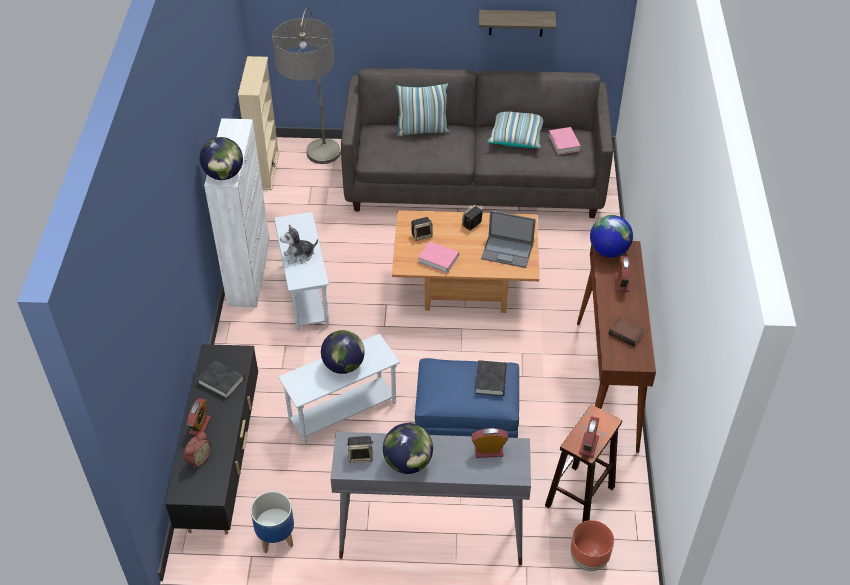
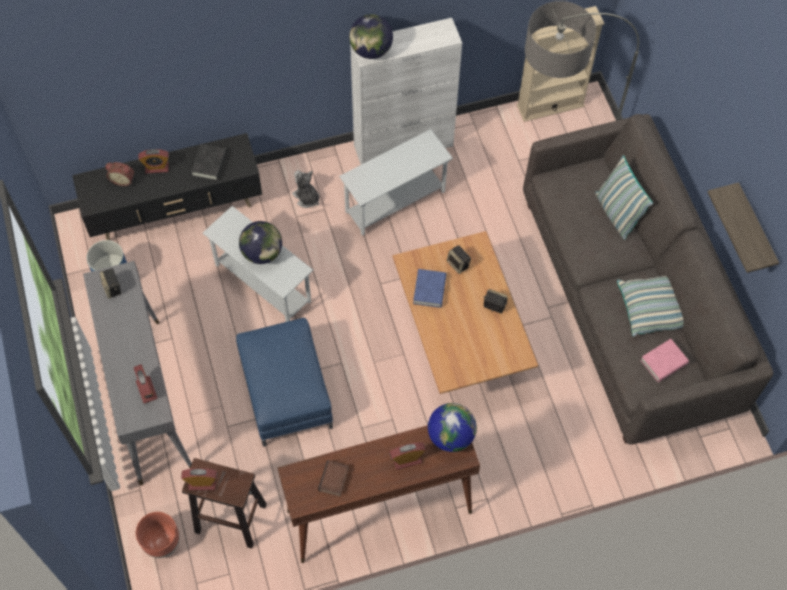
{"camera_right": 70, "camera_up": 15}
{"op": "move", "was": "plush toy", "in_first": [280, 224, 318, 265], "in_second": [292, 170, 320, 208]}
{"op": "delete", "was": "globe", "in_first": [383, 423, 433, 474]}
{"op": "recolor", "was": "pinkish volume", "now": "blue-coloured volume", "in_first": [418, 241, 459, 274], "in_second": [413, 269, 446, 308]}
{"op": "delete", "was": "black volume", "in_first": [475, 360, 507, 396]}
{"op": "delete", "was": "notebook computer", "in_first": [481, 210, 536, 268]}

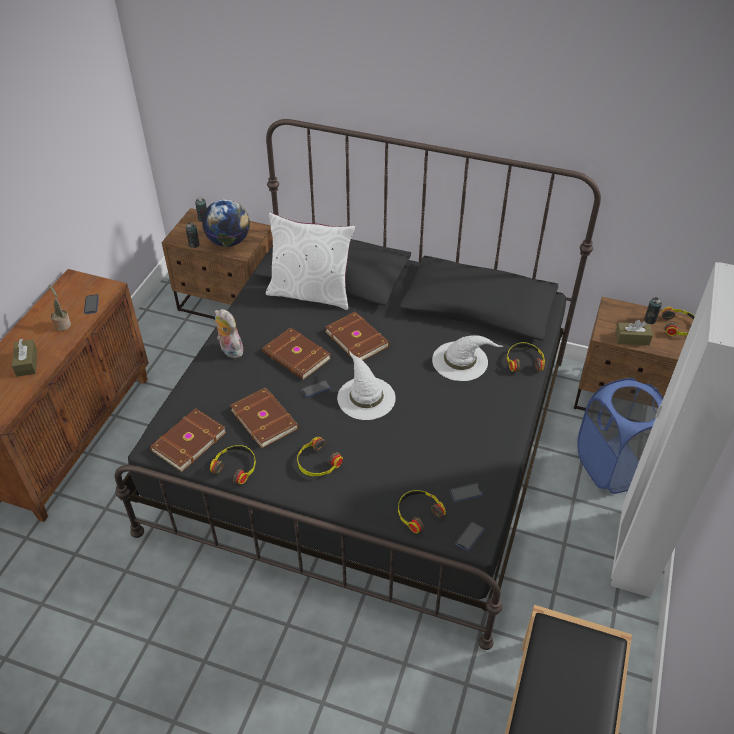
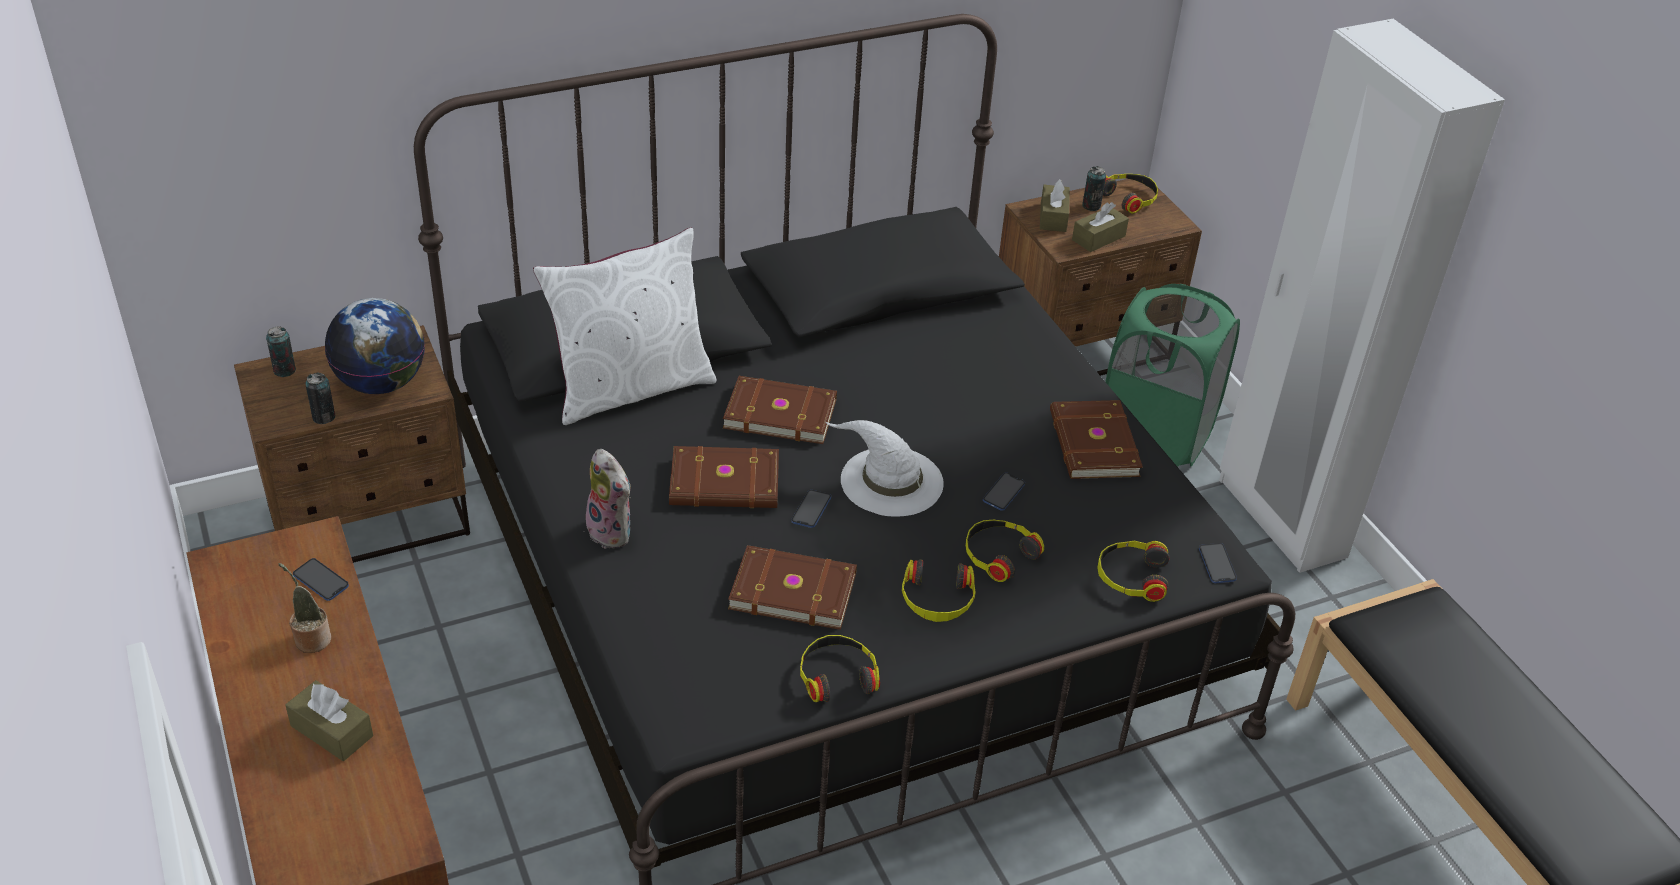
{"camera_right": -45, "camera_up": -5}
{"op": "move", "was": "brown-coloured volume", "in_first": [150, 408, 227, 472], "in_second": [1050, 400, 1143, 479]}
{"op": "rotate", "was": "plush toy", "in_first": [215, 309, 245, 358], "in_second": [584, 449, 631, 549], "clockwise": -135}
{"op": "delete", "was": "white clothing hat", "in_first": [432, 335, 503, 381]}
{"op": "move", "was": "handset", "in_first": [450, 483, 483, 502], "in_second": [983, 472, 1025, 511]}
{"op": "move", "was": "headphones", "in_first": [507, 342, 545, 372], "in_second": [965, 520, 1044, 582]}
{"op": "recolor", "was": "blue-coloured hamper", "now": "greenish hamper", "in_first": [577, 378, 663, 494], "in_second": [1105, 284, 1240, 467]}
{"op": "insert", "now": "brown-coloured tissue holder", "in_second": [1040, 179, 1070, 232]}

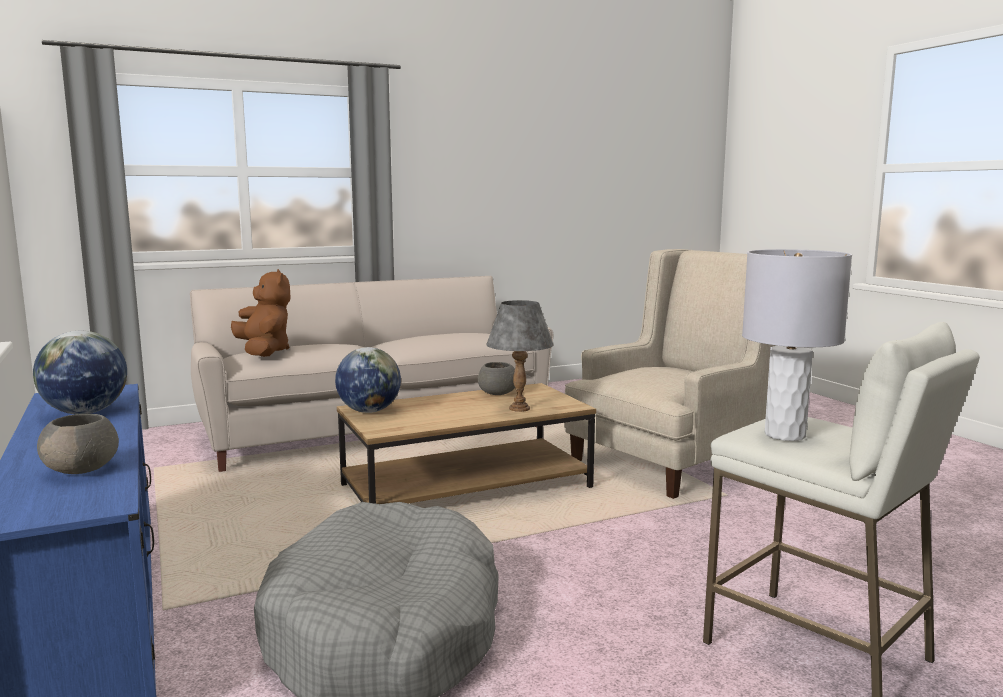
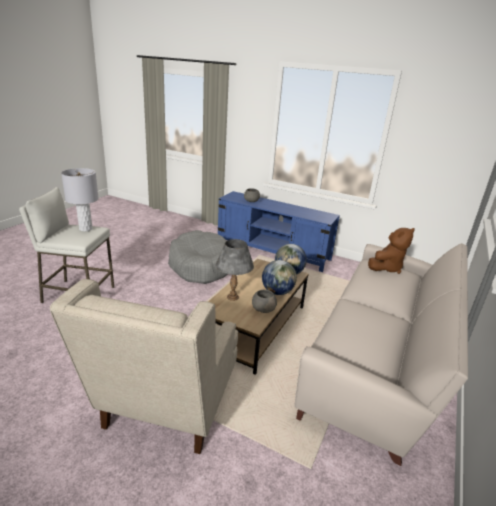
{"camera_right": 140, "camera_up": 15}
{"op": "move", "was": "globe", "in_first": [33, 331, 127, 414], "in_second": [262, 260, 297, 295]}
{"op": "rotate", "was": "brown-coloured plush toy", "in_first": [231, 269, 291, 357], "in_second": [368, 228, 415, 274], "clockwise": -60}

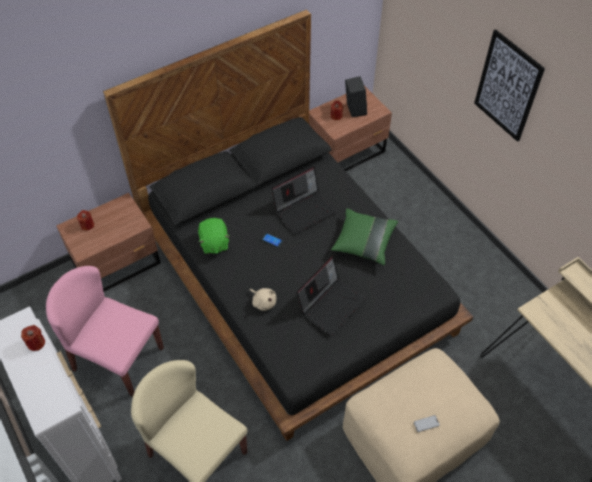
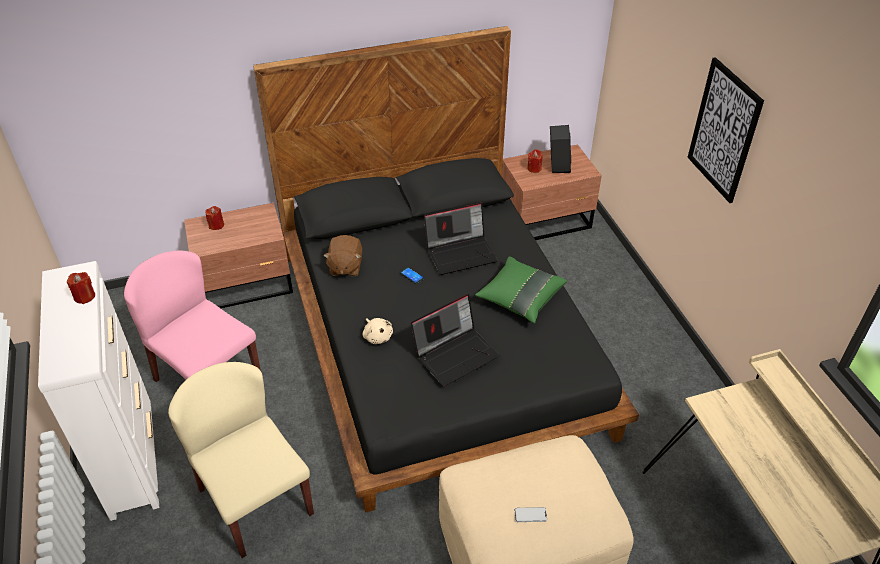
{"camera_right": 15, "camera_up": -10}
{"op": "recolor", "was": "greenish plush toy", "now": "brown-coloured plush toy", "in_first": [198, 218, 230, 254], "in_second": [323, 235, 362, 276]}

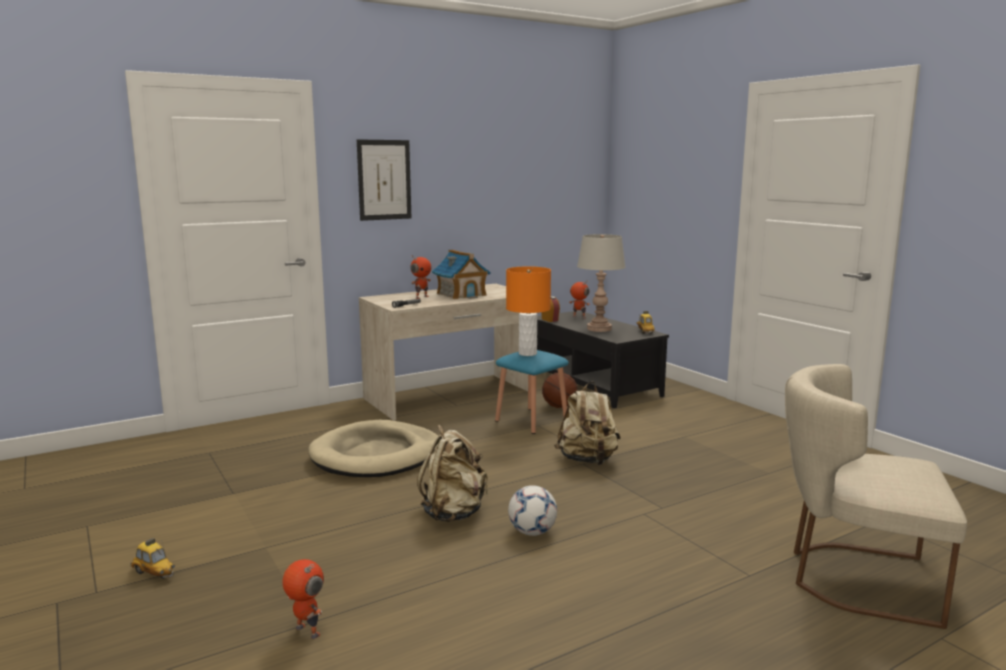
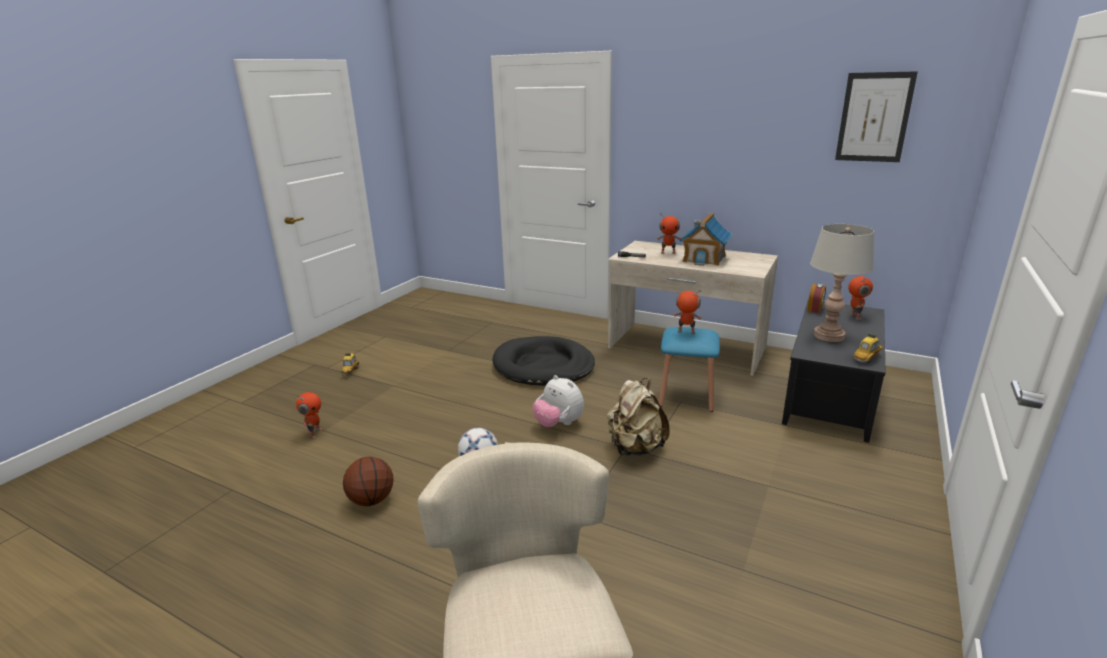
{"camera_right": 60, "camera_up": 10}
{"op": "recolor", "was": "sand-coloured dog cushion", "now": "black dog cushion", "in_first": [308, 420, 439, 477], "in_second": [492, 336, 595, 386]}
{"op": "move", "was": "picture", "in_first": [357, 139, 411, 221], "in_second": [835, 71, 918, 162]}
{"op": "delete", "was": "sand-coloured knapsack", "in_first": [417, 424, 488, 522]}
{"op": "replace", "was": "orangey tabletop lamp", "now": "model robot", "in_first": [506, 266, 551, 356], "in_second": [673, 290, 702, 334]}
{"op": "move", "was": "basketball", "in_first": [542, 373, 577, 408], "in_second": [343, 457, 393, 506]}
{"op": "insert", "now": "plush toy", "in_second": [532, 375, 584, 427]}

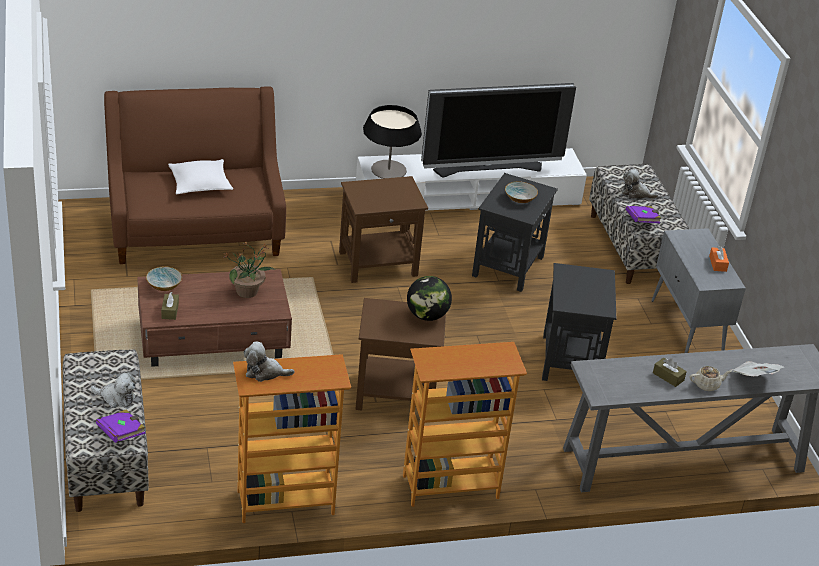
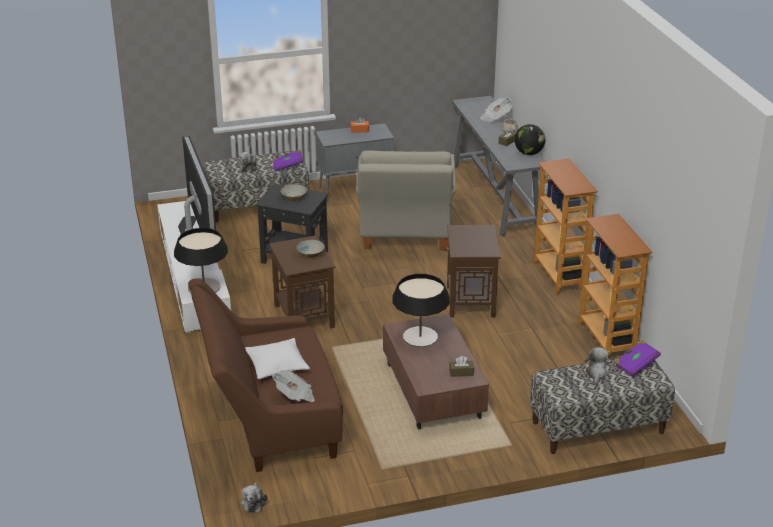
{"camera_right": -90, "camera_up": -5}
{"op": "move", "was": "bowl", "in_first": [146, 266, 182, 291], "in_second": [296, 240, 325, 258]}
{"op": "replace", "was": "houseplant", "now": "tabletop lamp", "in_first": [224, 242, 275, 298], "in_second": [392, 274, 450, 347]}
{"op": "move", "was": "plush toy", "in_first": [244, 341, 295, 382], "in_second": [241, 482, 267, 513]}
{"op": "move", "was": "globe", "in_first": [407, 276, 452, 321], "in_second": [514, 124, 545, 155]}
{"op": "replace", "was": "black side table", "now": "sand-coloured lounge chair", "in_first": [542, 263, 616, 381], "in_second": [356, 150, 456, 251]}
{"op": "insert", "now": "daily paper", "in_second": [272, 370, 315, 402]}

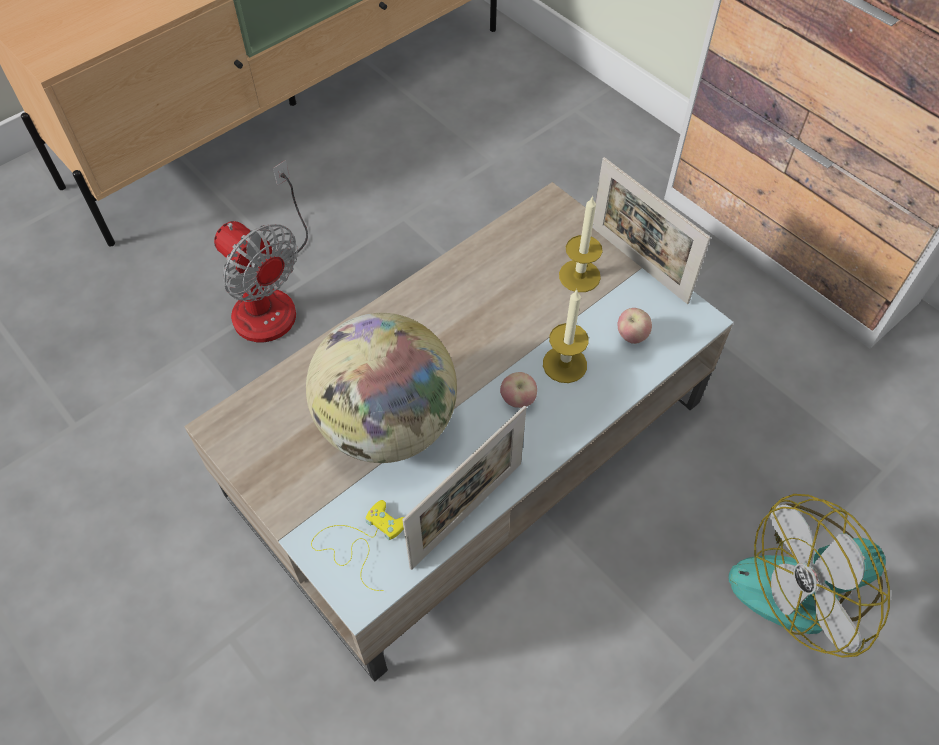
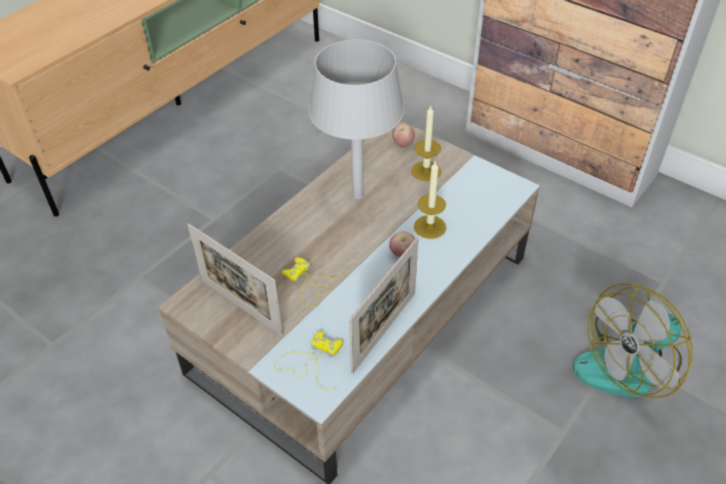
{"camera_right": -10, "camera_up": -10}
{"op": "delete", "was": "cooling fan", "in_first": [214, 160, 308, 342]}
{"op": "replace", "was": "globe", "now": "yellowish joypad", "in_first": [306, 313, 457, 463], "in_second": [282, 257, 347, 307]}
{"op": "move", "was": "picture frame", "in_first": [592, 157, 711, 304], "in_second": [188, 224, 283, 336]}
{"op": "move", "was": "whole apple", "in_first": [618, 308, 652, 344], "in_second": [392, 123, 415, 147]}
{"op": "insert", "now": "gray tabletop lamp", "in_second": [309, 40, 404, 199]}

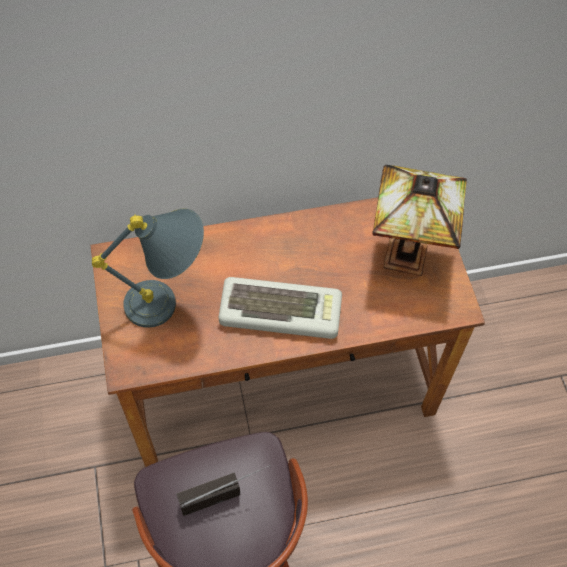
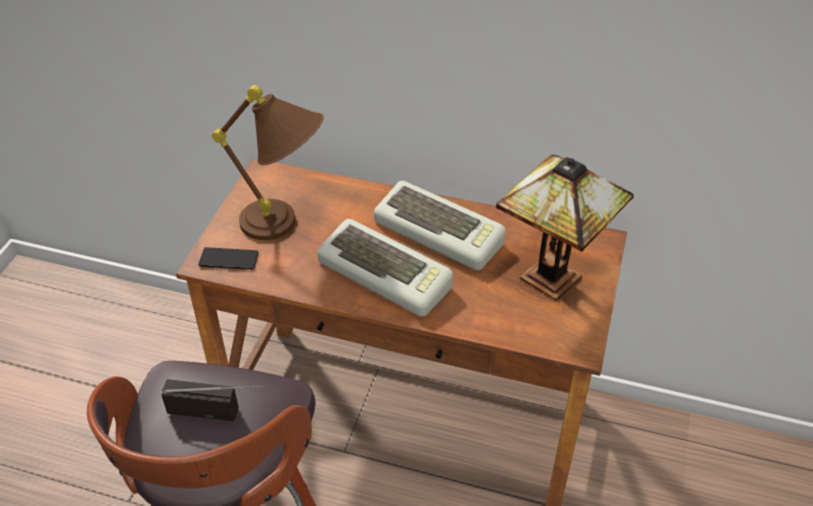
{"camera_right": 30, "camera_up": -15}
{"op": "recolor", "was": "gray tabletop lamp", "now": "brown-coloured tabletop lamp", "in_first": [92, 209, 204, 328], "in_second": [212, 85, 324, 240]}
{"op": "insert", "now": "handset", "in_second": [198, 247, 259, 270]}
{"op": "insert", "now": "keyboard", "in_second": [374, 181, 506, 270]}

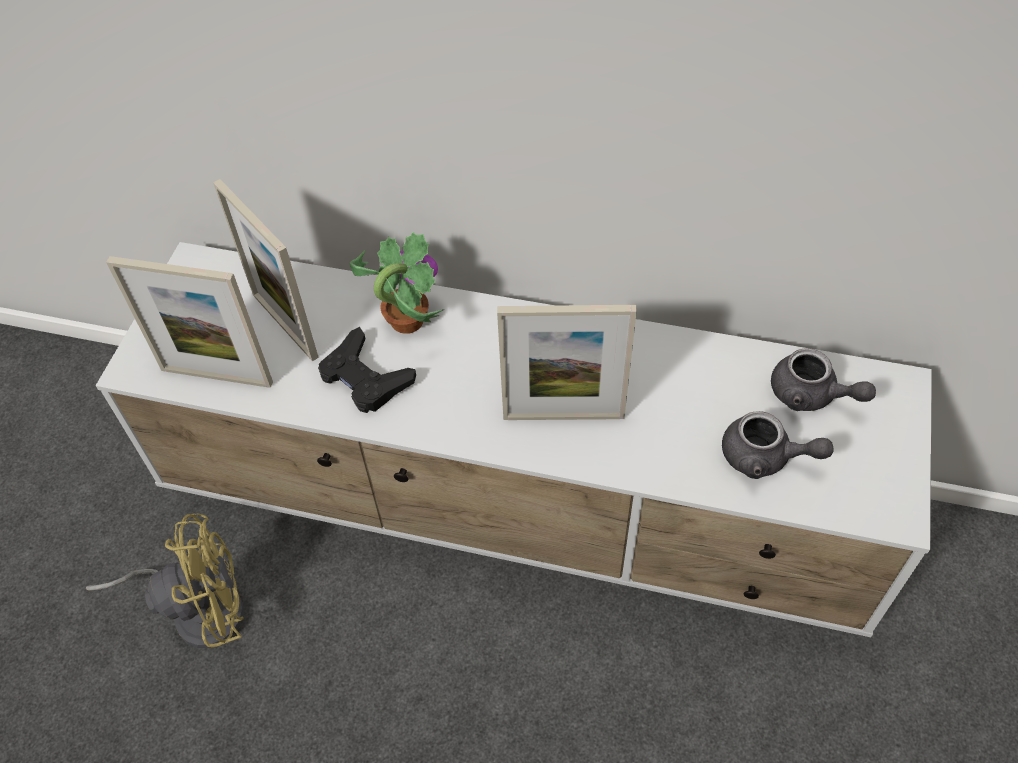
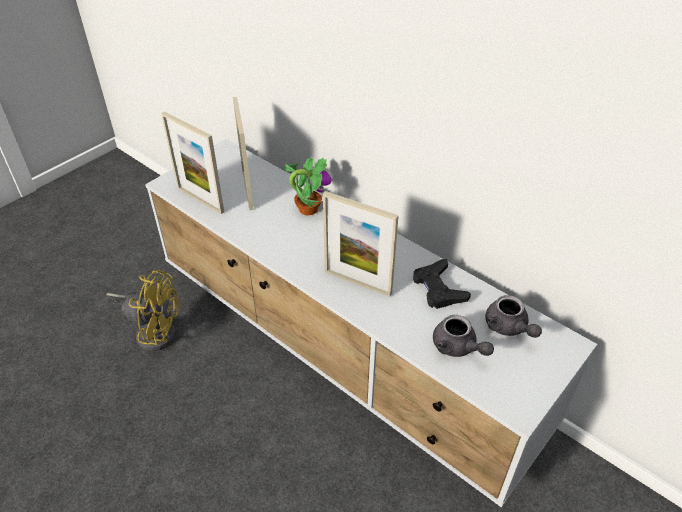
{"camera_right": 25, "camera_up": -10}
{"op": "move", "was": "black joypad", "in_first": [318, 327, 416, 413], "in_second": [413, 259, 471, 309]}

